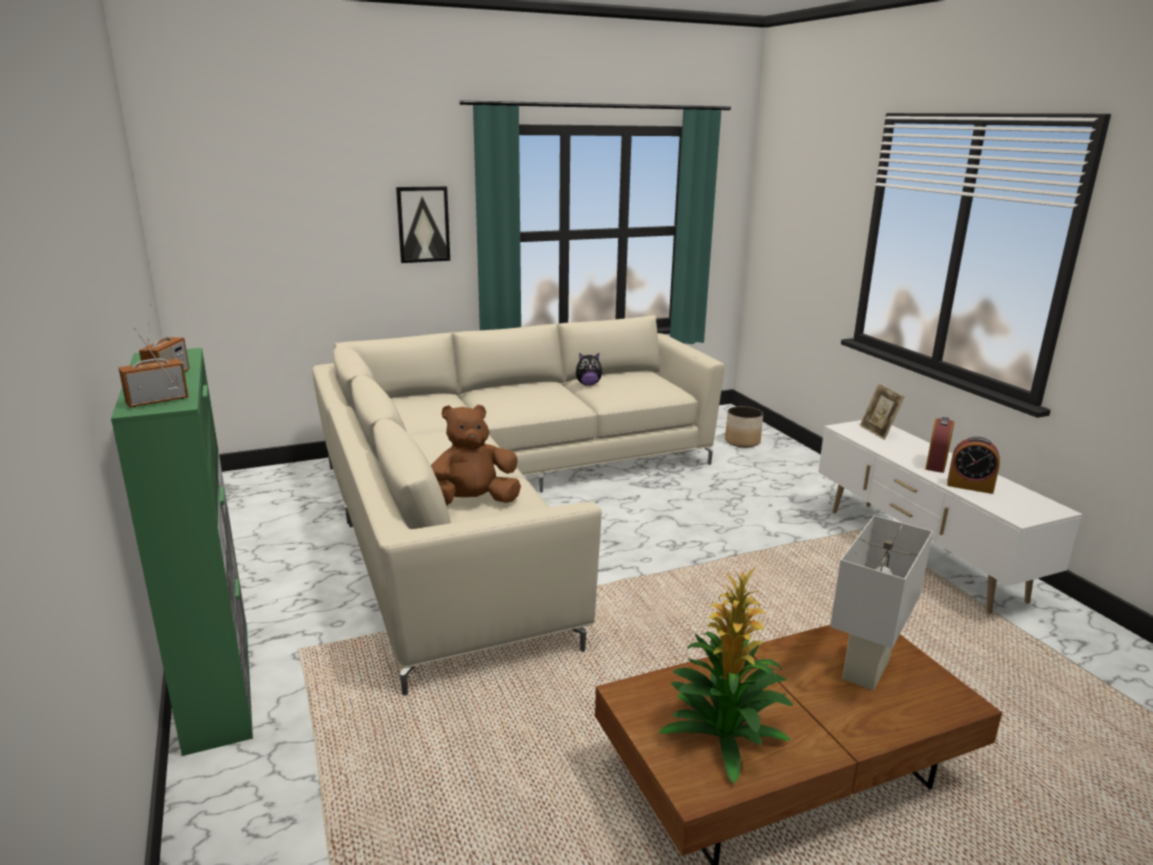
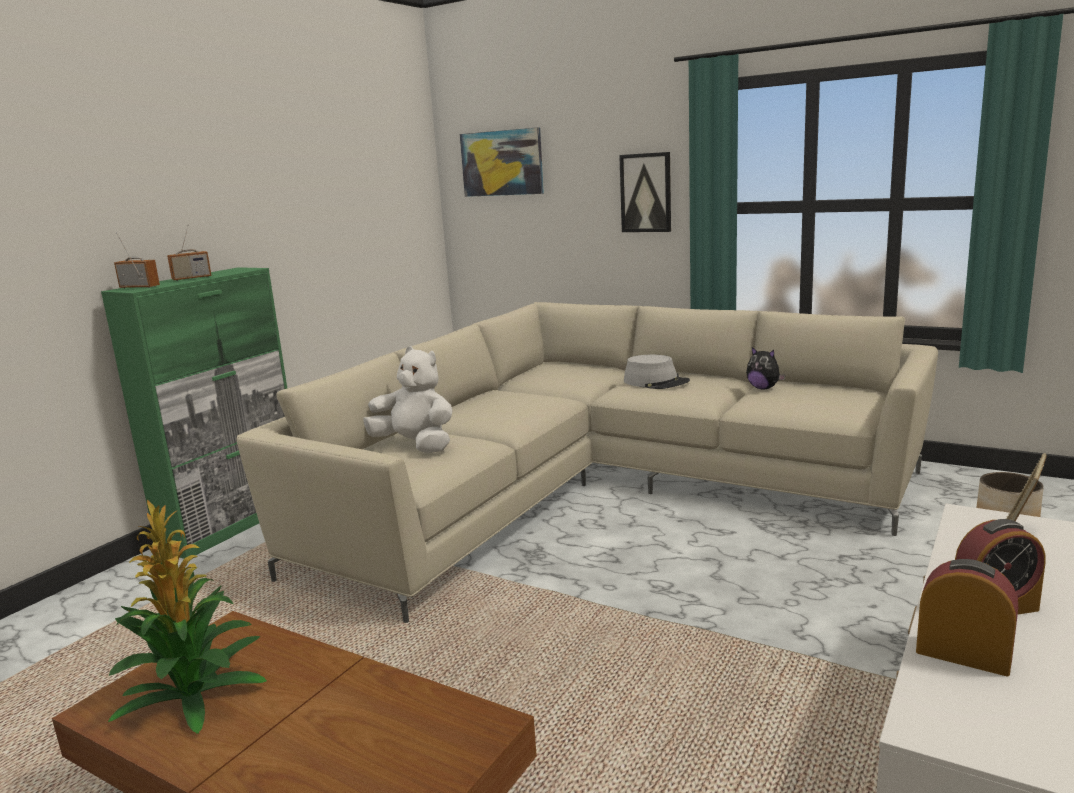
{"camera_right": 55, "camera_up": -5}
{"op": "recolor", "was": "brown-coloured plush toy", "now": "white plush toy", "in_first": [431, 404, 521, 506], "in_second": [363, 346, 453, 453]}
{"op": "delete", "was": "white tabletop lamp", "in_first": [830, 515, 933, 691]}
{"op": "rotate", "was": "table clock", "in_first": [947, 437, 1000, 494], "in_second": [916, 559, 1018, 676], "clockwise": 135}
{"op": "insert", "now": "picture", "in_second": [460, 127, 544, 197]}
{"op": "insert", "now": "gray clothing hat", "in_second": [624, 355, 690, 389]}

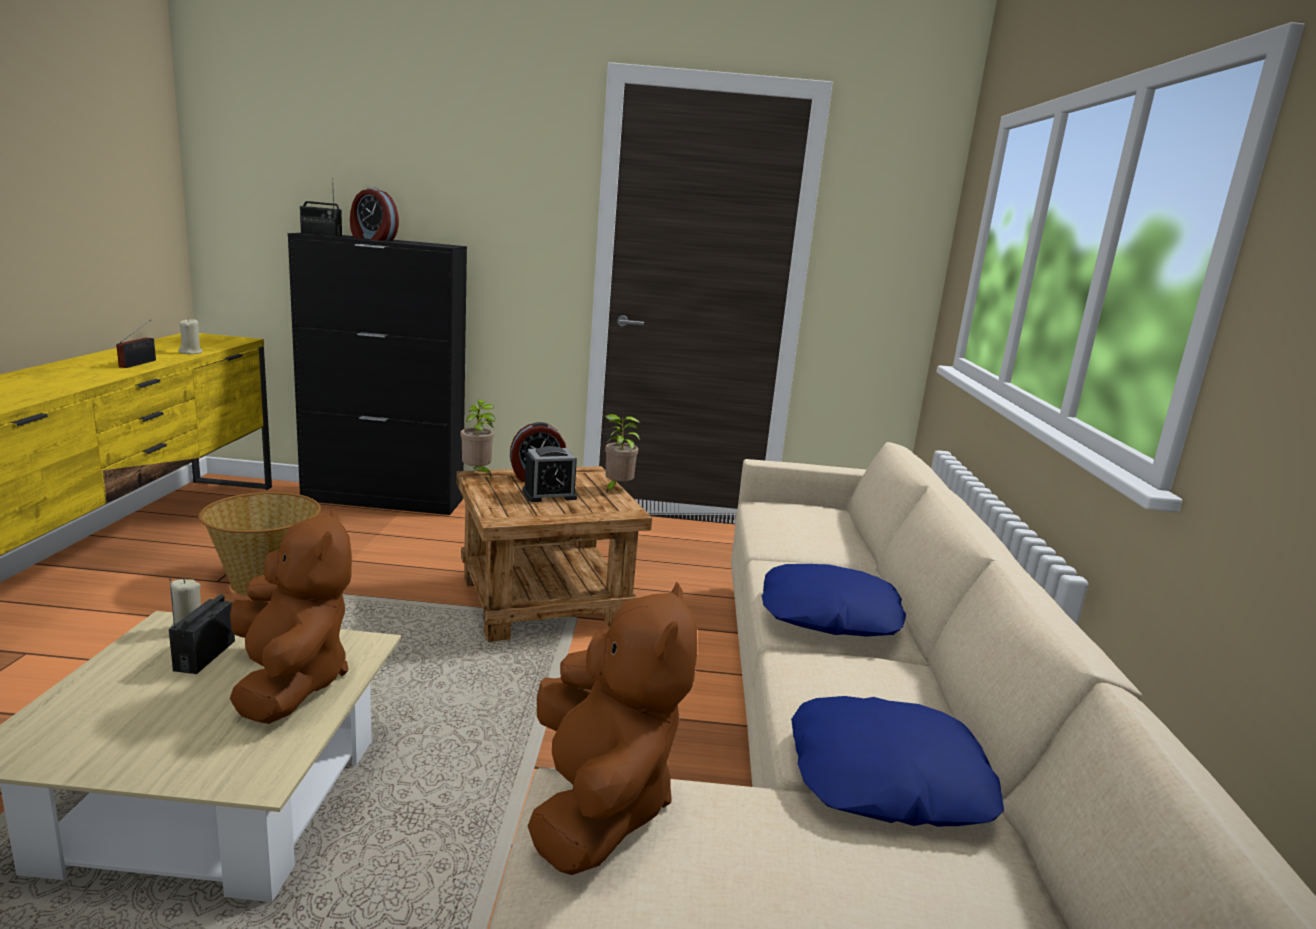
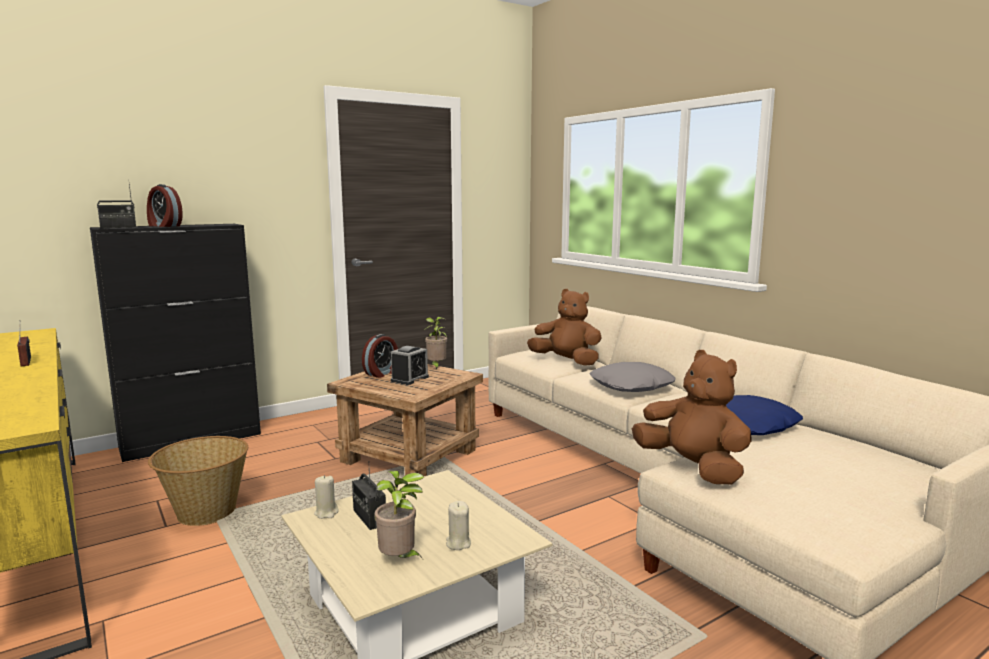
{"camera_right": -35, "camera_up": -5}
{"op": "move", "was": "sand-coloured candle", "in_first": [179, 318, 203, 354], "in_second": [446, 501, 471, 550]}
{"op": "move", "was": "brown-coloured plush toy", "in_first": [230, 508, 352, 724], "in_second": [527, 289, 602, 366]}
{"op": "rotate", "was": "table clock", "in_first": [350, 187, 399, 241], "in_second": [147, 184, 183, 227], "clockwise": 45}
{"op": "move", "was": "houseplant", "in_first": [461, 400, 495, 477], "in_second": [374, 471, 424, 559]}
{"op": "recolor", "was": "blue-coloured cushion", "now": "gray cushion", "in_first": [762, 564, 906, 637], "in_second": [590, 362, 676, 392]}

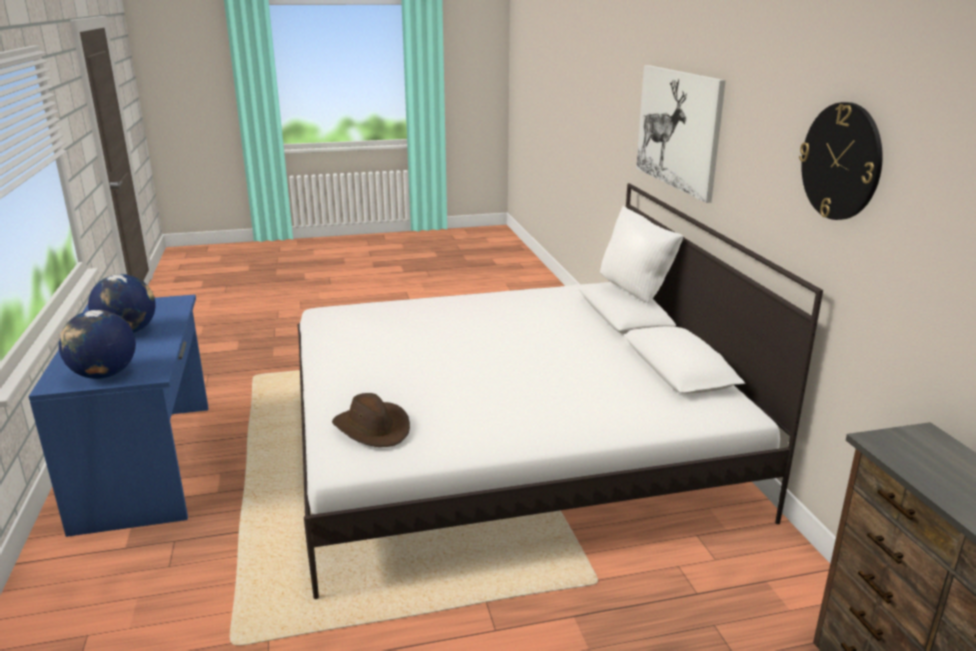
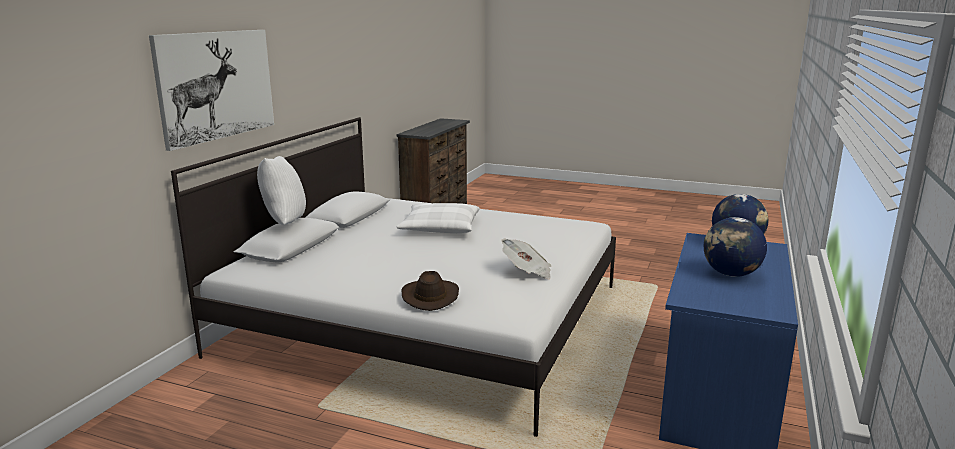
{"camera_right": -145, "camera_up": -5}
{"op": "move", "was": "brown-coloured clothing hat", "in_first": [332, 393, 410, 447], "in_second": [402, 271, 459, 311]}
{"op": "delete", "was": "clock on the wall", "in_first": [799, 102, 883, 220]}
{"op": "insert", "now": "white cushion", "in_second": [397, 203, 480, 233]}
{"op": "insert", "now": "daily paper", "in_second": [501, 239, 551, 279]}

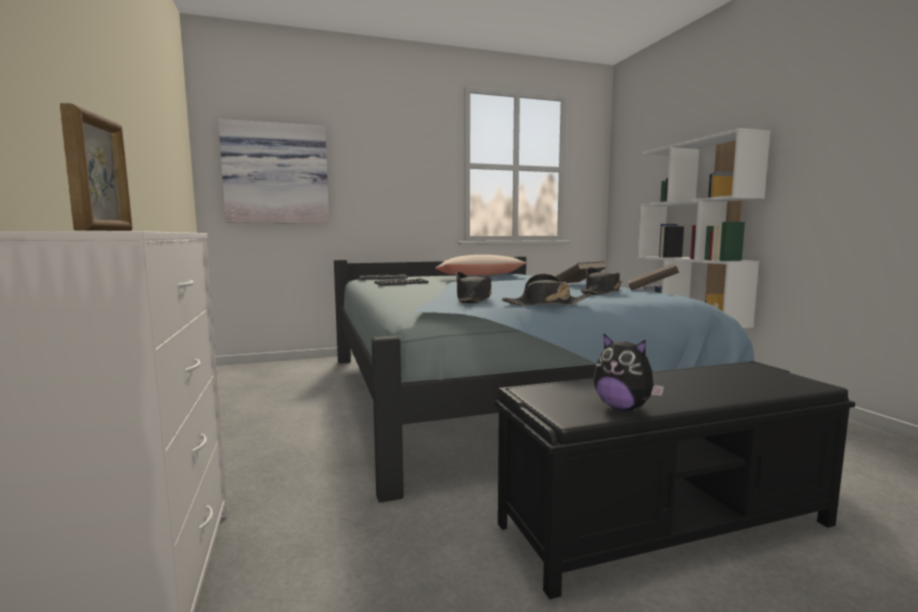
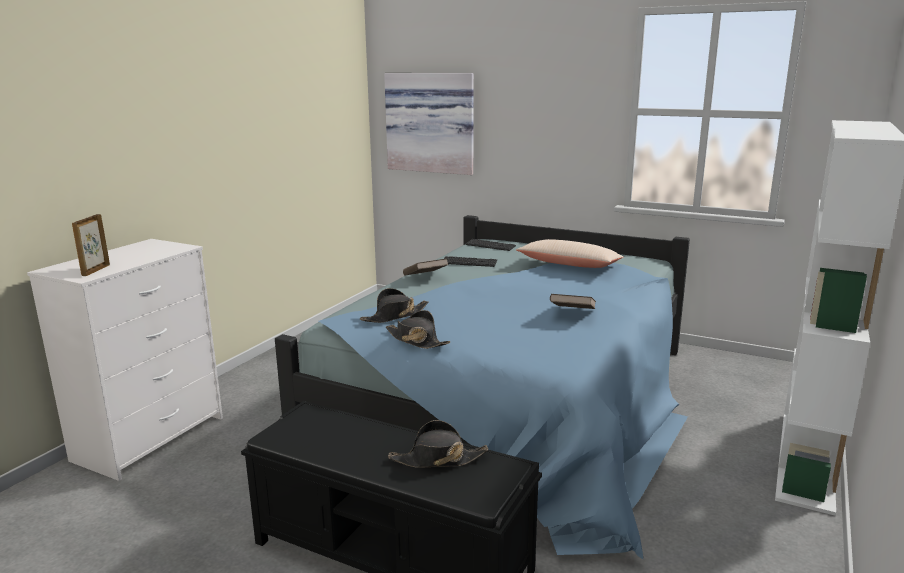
{"camera_right": 45, "camera_up": 10}
{"op": "rotate", "was": "picture frame", "in_first": [60, 103, 132, 231], "in_second": [72, 214, 110, 276], "clockwise": 150}
{"op": "move", "was": "black clothing hat", "in_first": [581, 267, 622, 295], "in_second": [388, 420, 488, 467]}
{"op": "delete", "was": "plush toy", "in_first": [593, 333, 664, 411]}
{"op": "move", "was": "brown-coloured volume", "in_first": [628, 263, 679, 291], "in_second": [403, 258, 449, 276]}

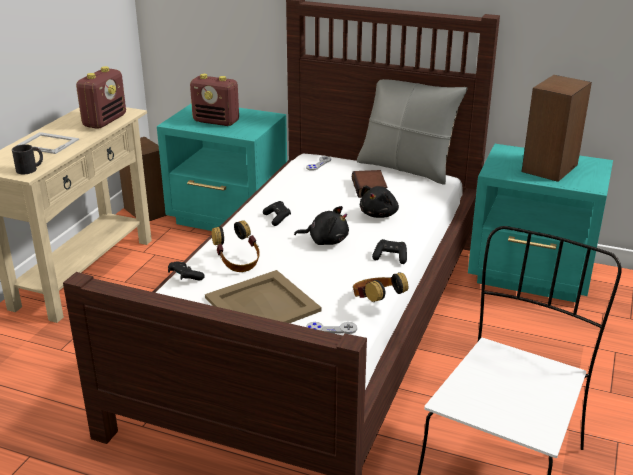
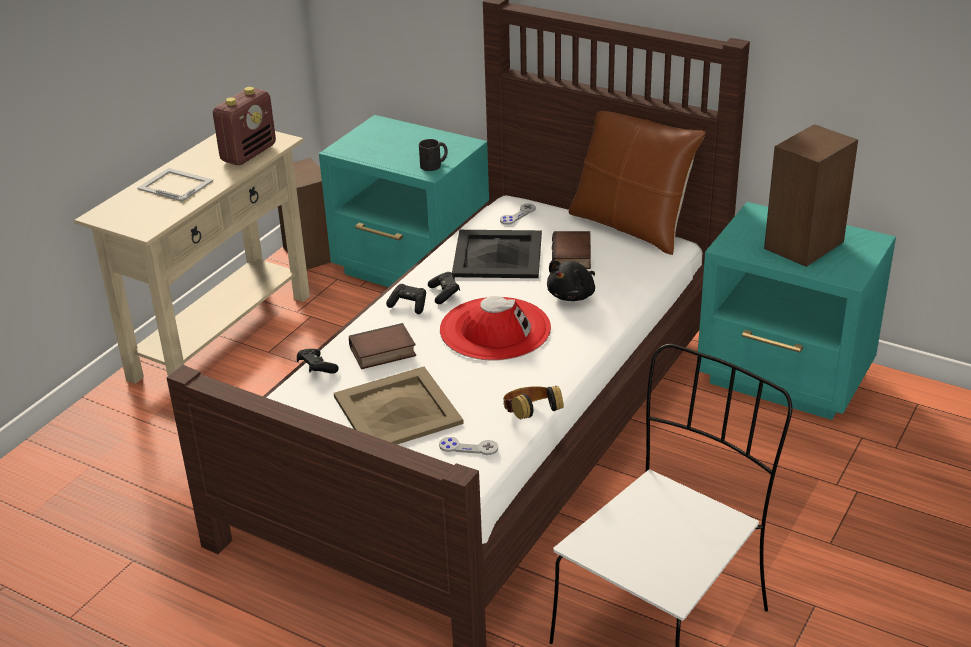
{"camera_right": 10, "camera_up": 5}
{"op": "move", "was": "black coffee mug", "in_first": [12, 144, 43, 174], "in_second": [419, 139, 448, 171]}
{"op": "delete", "was": "radio set", "in_first": [190, 74, 239, 126]}
{"op": "replace", "was": "headphones", "now": "volume", "in_first": [212, 220, 260, 272], "in_second": [349, 323, 416, 369]}
{"op": "replace", "was": "black plush toy", "now": "red clothing hat", "in_first": [294, 206, 349, 245], "in_second": [440, 296, 551, 361]}
{"op": "recolor", "was": "gray cushion", "now": "brown-coloured cushion", "in_first": [357, 79, 468, 185], "in_second": [569, 111, 705, 255]}
{"op": "move", "was": "black joypad", "in_first": [372, 239, 407, 264], "in_second": [386, 284, 426, 314]}
{"op": "insert", "now": "black serving tray", "in_second": [452, 230, 542, 278]}

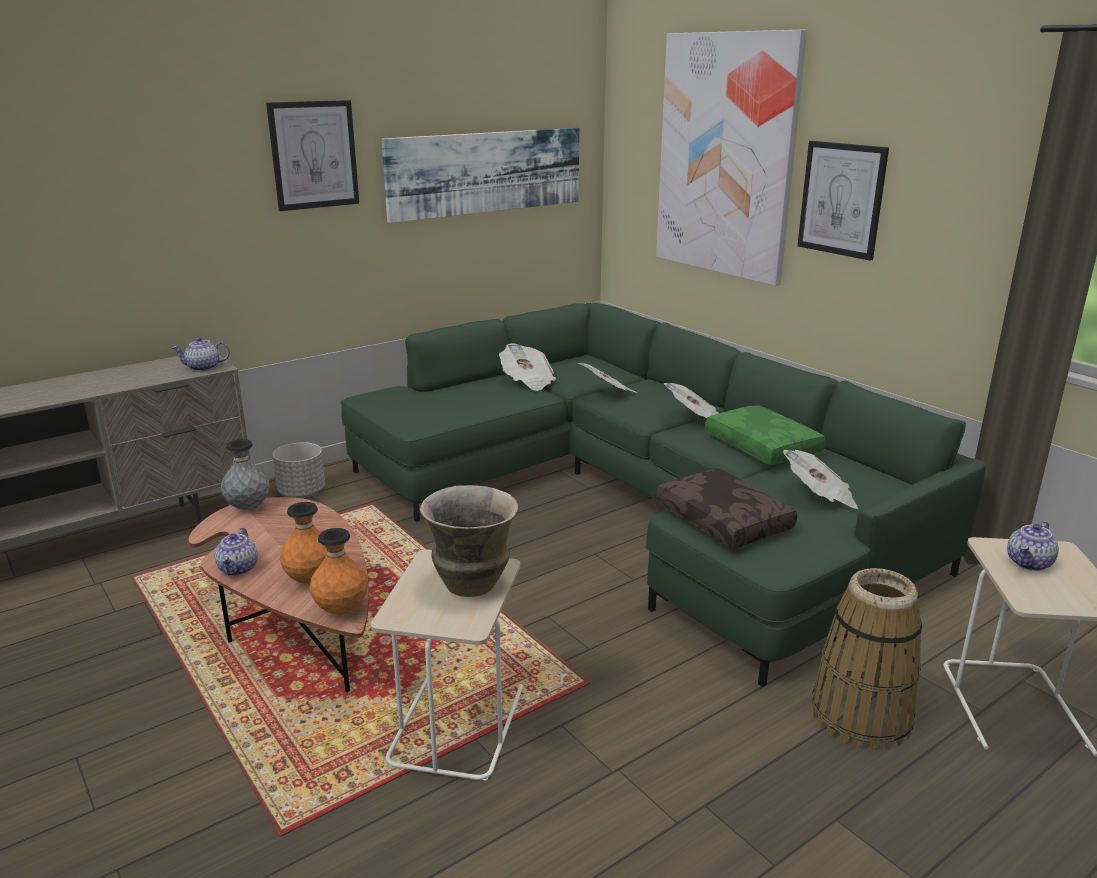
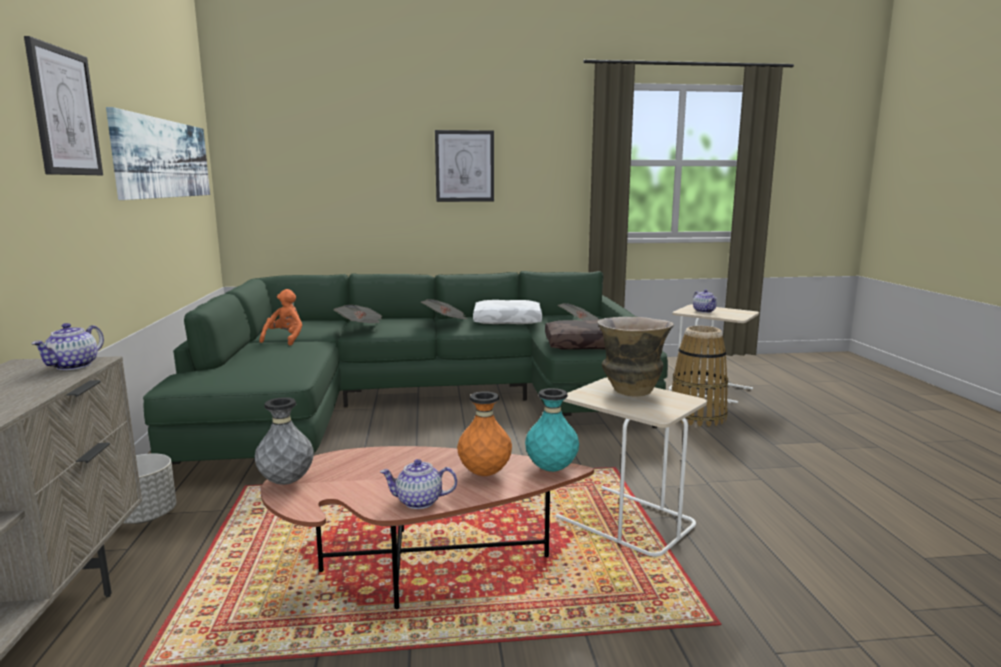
{"camera_right": -60, "camera_up": -10}
{"op": "rotate", "was": "teapot", "in_first": [215, 528, 258, 575], "in_second": [380, 459, 457, 509], "clockwise": 150}
{"op": "recolor", "was": "orangey flower vase", "now": "turquoise flower vase", "in_first": [309, 528, 368, 615], "in_second": [525, 388, 579, 472]}
{"op": "replace", "was": "daily paper", "now": "orangey plush toy", "in_first": [499, 343, 556, 391], "in_second": [259, 289, 302, 346]}
{"op": "delete", "was": "picture", "in_first": [656, 30, 807, 286]}
{"op": "recolor", "was": "greenish cushion", "now": "white cushion", "in_first": [705, 405, 825, 465], "in_second": [473, 300, 542, 324]}

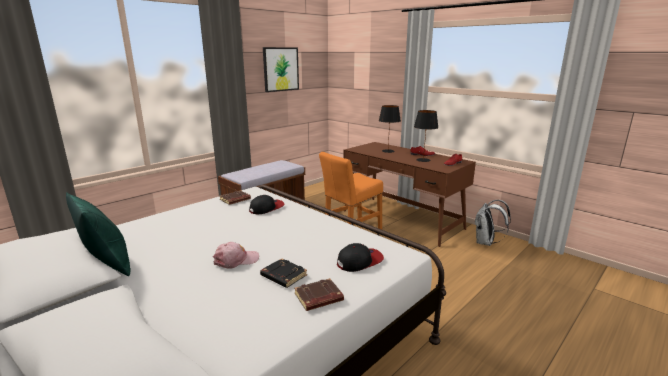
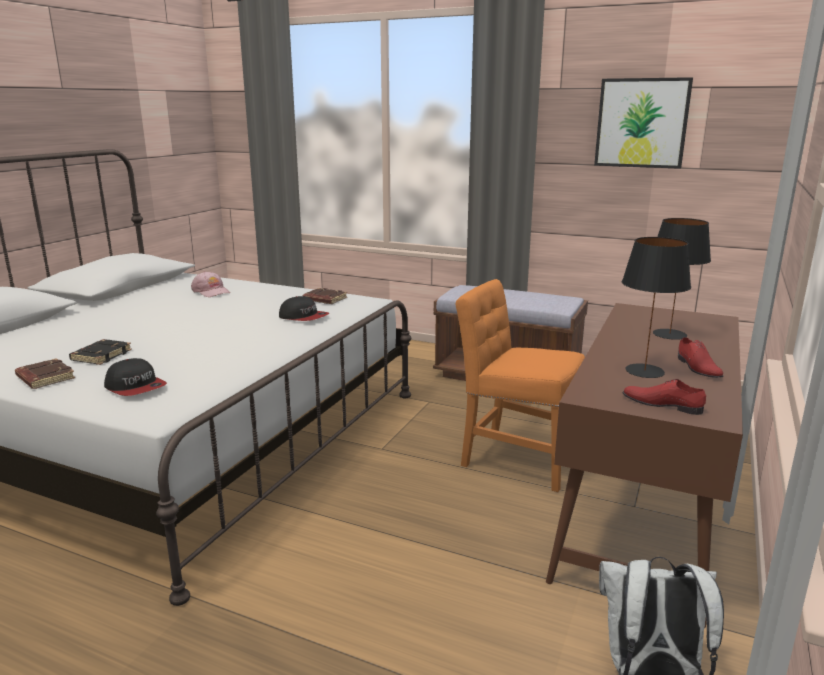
{"camera_right": 70, "camera_up": 0}
{"op": "delete", "was": "greenish cushion", "in_first": [66, 192, 131, 276]}
{"op": "move", "was": "pinkish cap", "in_first": [213, 242, 259, 269], "in_second": [191, 271, 231, 297]}

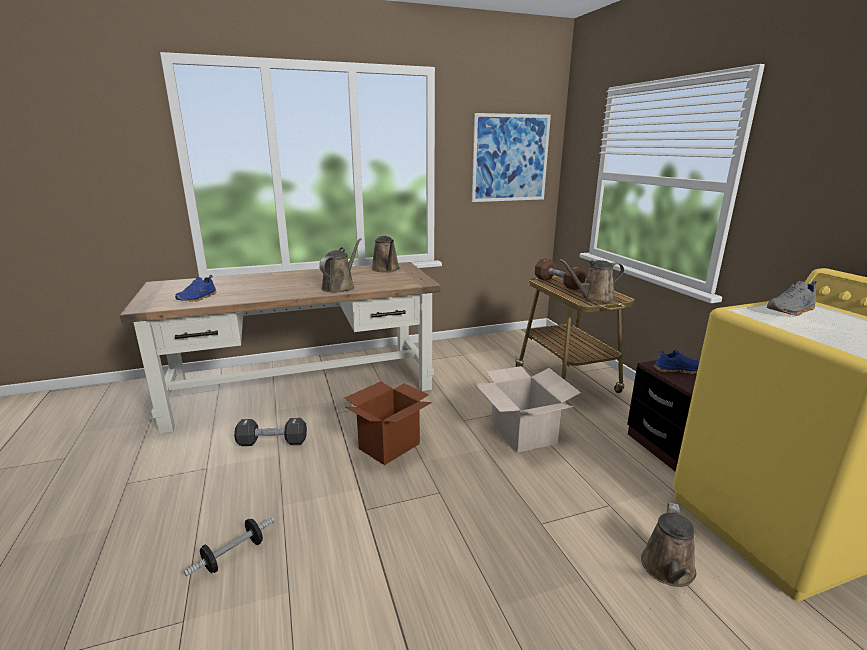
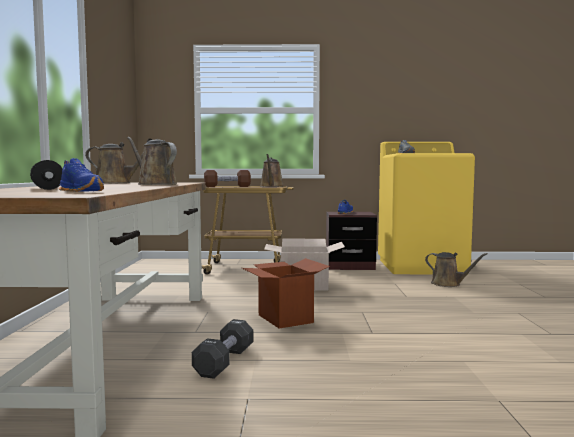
{"camera_right": -70, "camera_up": -15}
{"op": "move", "was": "hand weight", "in_first": [184, 517, 275, 577], "in_second": [30, 160, 62, 190]}
{"op": "delete", "was": "picture", "in_first": [472, 113, 551, 202]}

